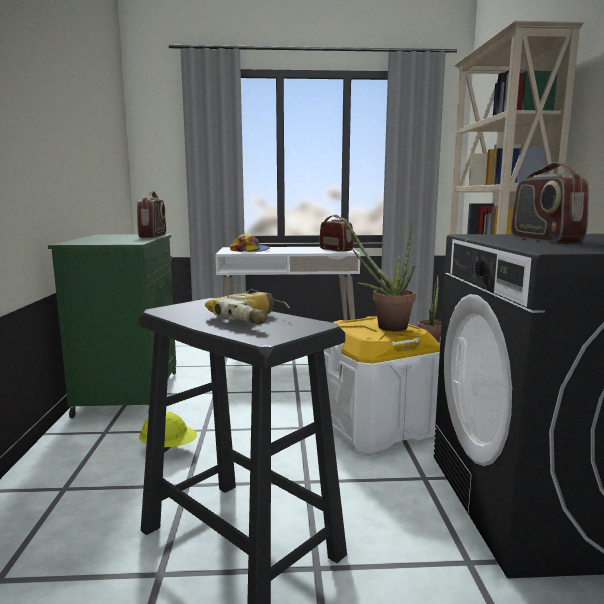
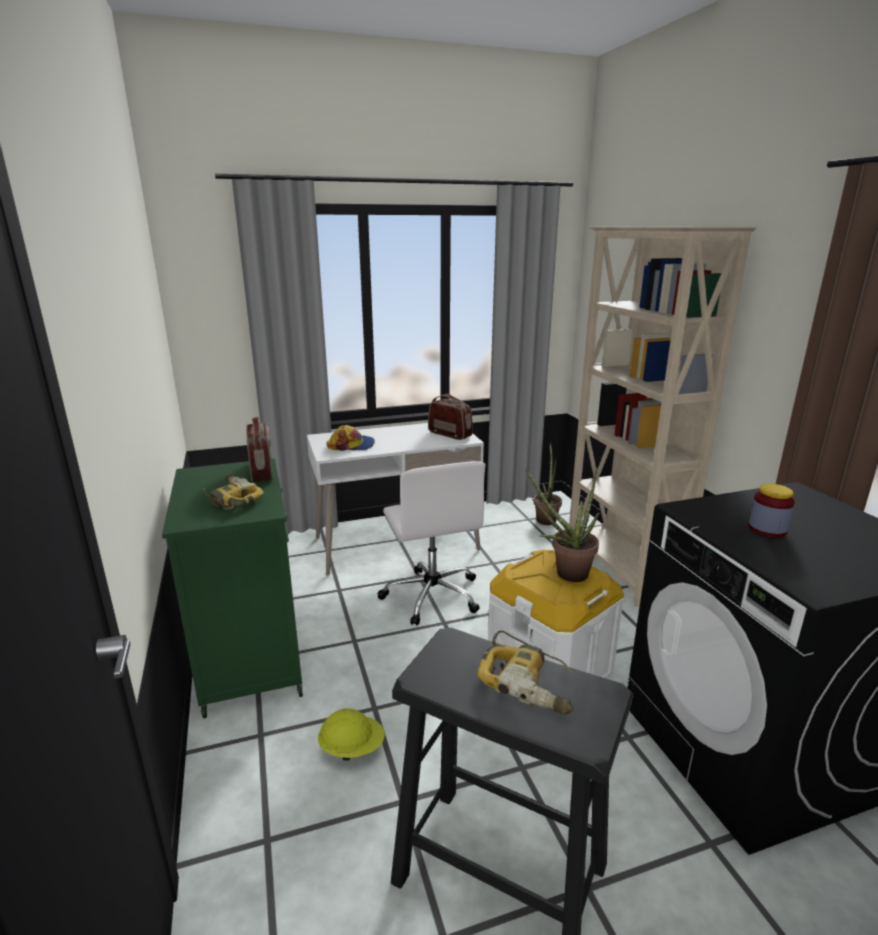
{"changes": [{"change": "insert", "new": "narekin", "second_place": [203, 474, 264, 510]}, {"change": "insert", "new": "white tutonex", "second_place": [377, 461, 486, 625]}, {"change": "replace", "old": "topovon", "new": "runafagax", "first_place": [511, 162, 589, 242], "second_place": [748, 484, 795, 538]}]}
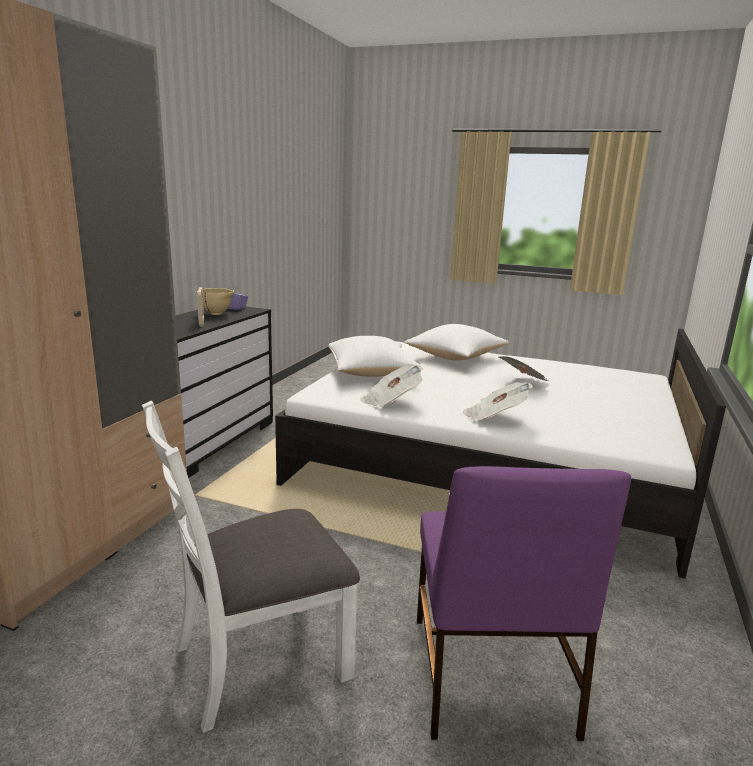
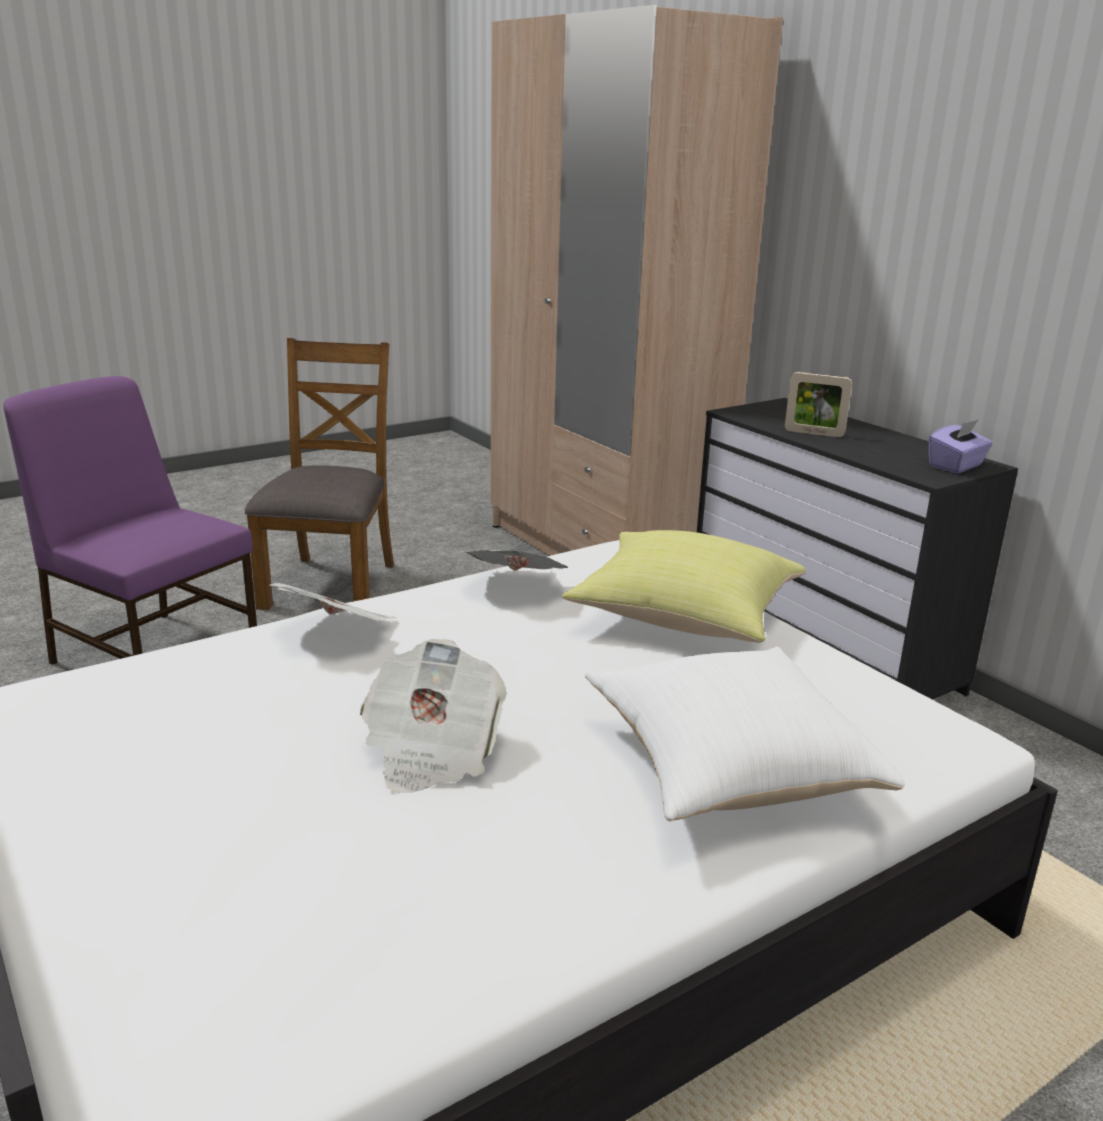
{"changes": [{"change": "delete", "old": "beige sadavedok", "first_place": [203, 288, 234, 315]}, {"change": "recolor", "old": "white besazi", "new": "brown besazi", "first_place": [142, 401, 360, 733], "second_place": [245, 338, 394, 610]}, {"change": "recolor", "old": "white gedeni", "new": "yellow gedeni", "first_place": [329, 336, 421, 377], "second_place": [562, 530, 806, 643]}]}
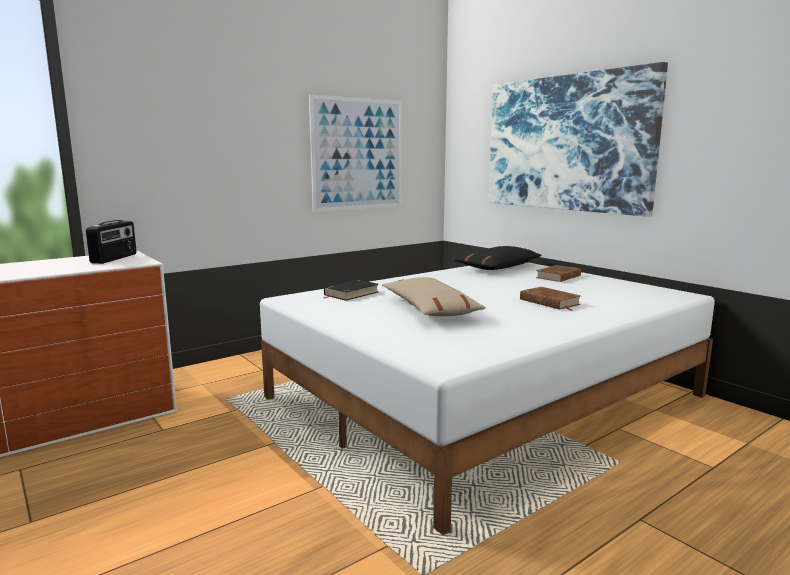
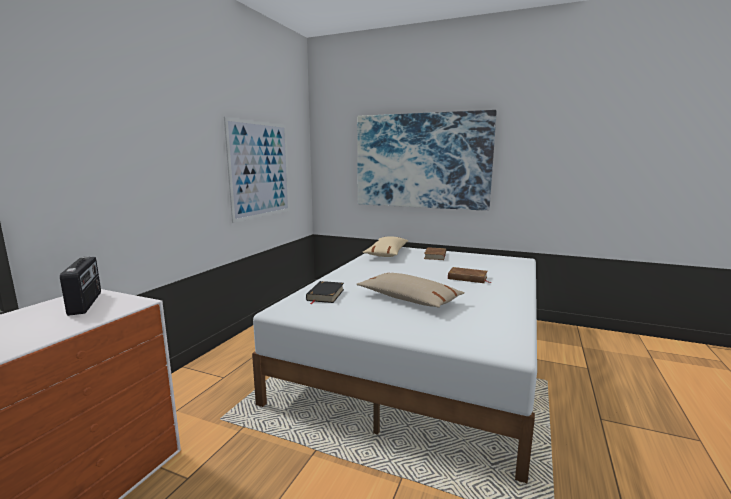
{"changes": [{"change": "recolor", "old": "black gedeni", "new": "beige gedeni", "first_place": [455, 246, 542, 270], "second_place": [362, 236, 408, 257]}]}
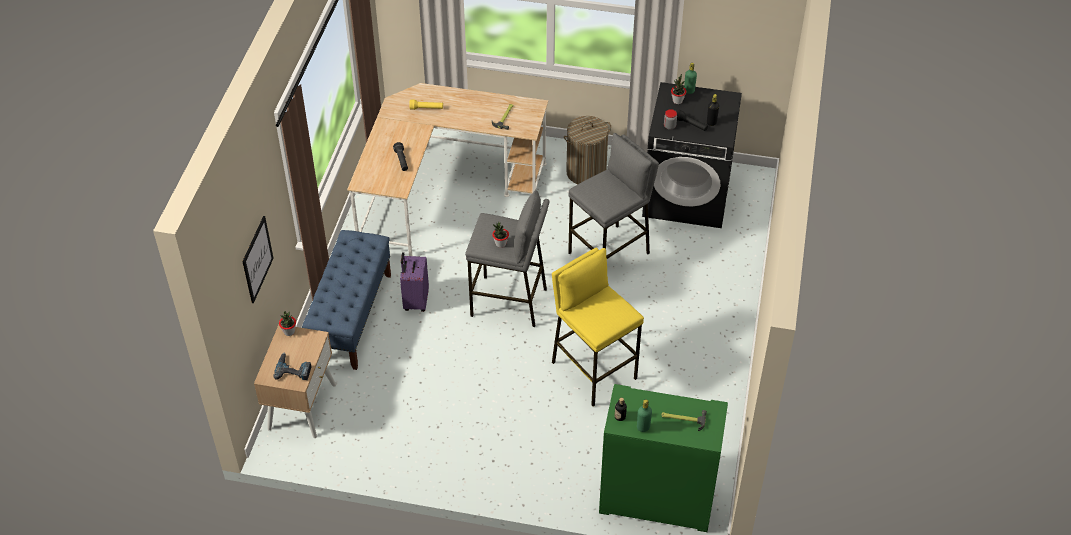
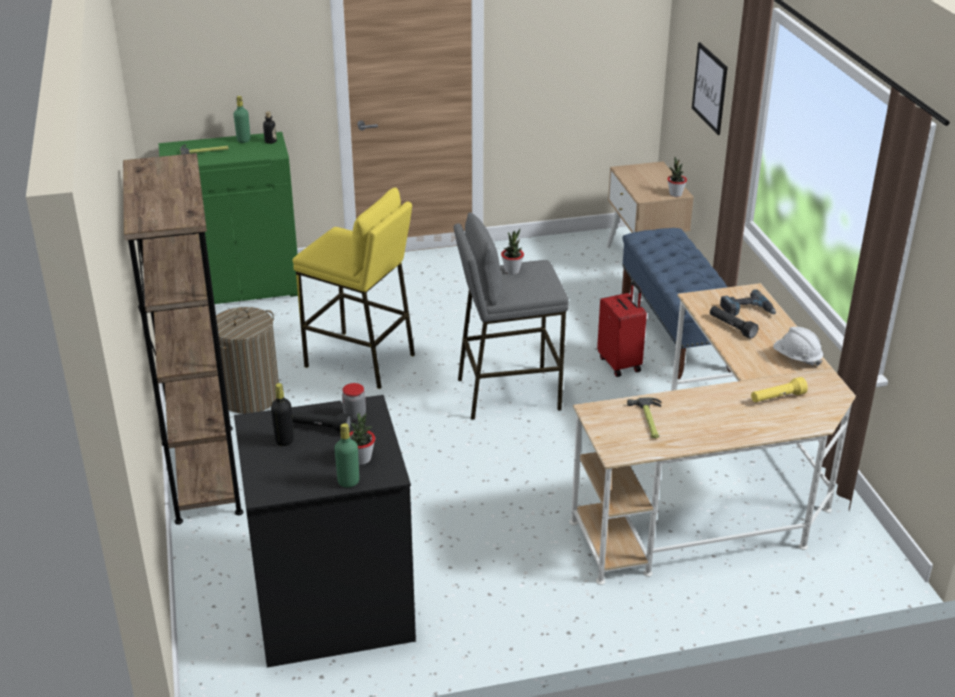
{"changes": [{"change": "delete", "old": "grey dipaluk", "first_place": [568, 133, 659, 259]}, {"change": "insert", "new": "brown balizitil", "second_place": [123, 153, 243, 525]}, {"change": "insert", "new": "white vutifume", "second_place": [773, 327, 823, 366]}, {"change": "move", "old": "narekin", "first_place": [273, 352, 312, 380], "second_place": [720, 289, 776, 316]}, {"change": "move", "old": "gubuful", "first_place": [564, 116, 611, 184], "second_place": [216, 307, 279, 414]}, {"change": "recolor", "old": "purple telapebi", "new": "red telapebi", "first_place": [400, 252, 429, 312], "second_place": [597, 282, 647, 377]}]}
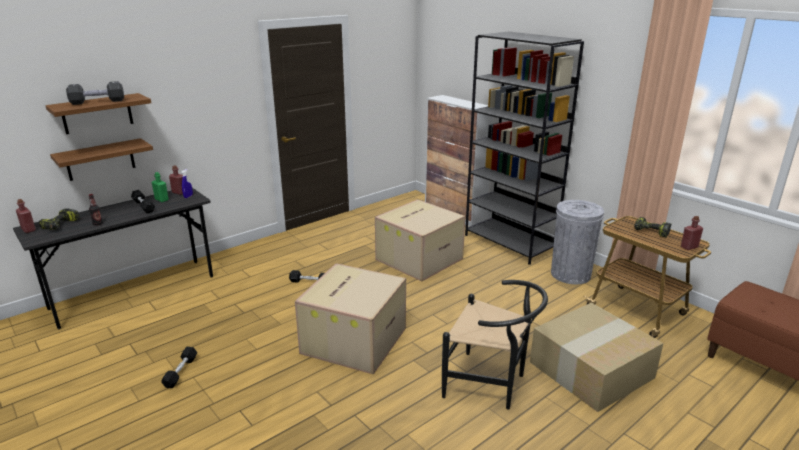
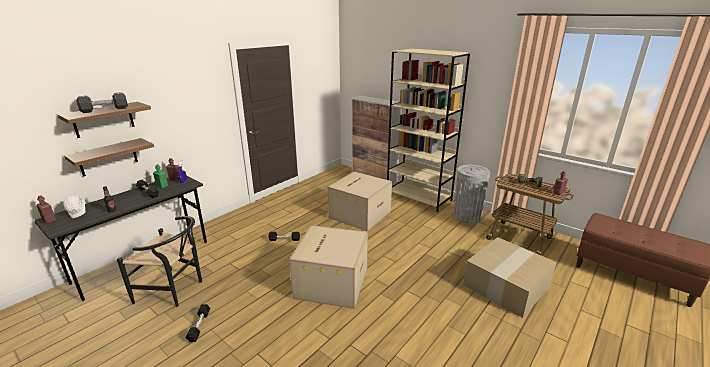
{"changes": [{"change": "move", "old": "black besazi", "first_place": [442, 280, 548, 410], "second_place": [117, 216, 202, 307]}, {"change": "replace", "old": "narekin", "new": "white vutifume", "first_place": [39, 209, 80, 230], "second_place": [63, 196, 85, 218]}, {"change": "recolor", "old": "black balizitil", "new": "beige balizitil", "first_place": [465, 32, 584, 265], "second_place": [387, 49, 470, 212]}]}
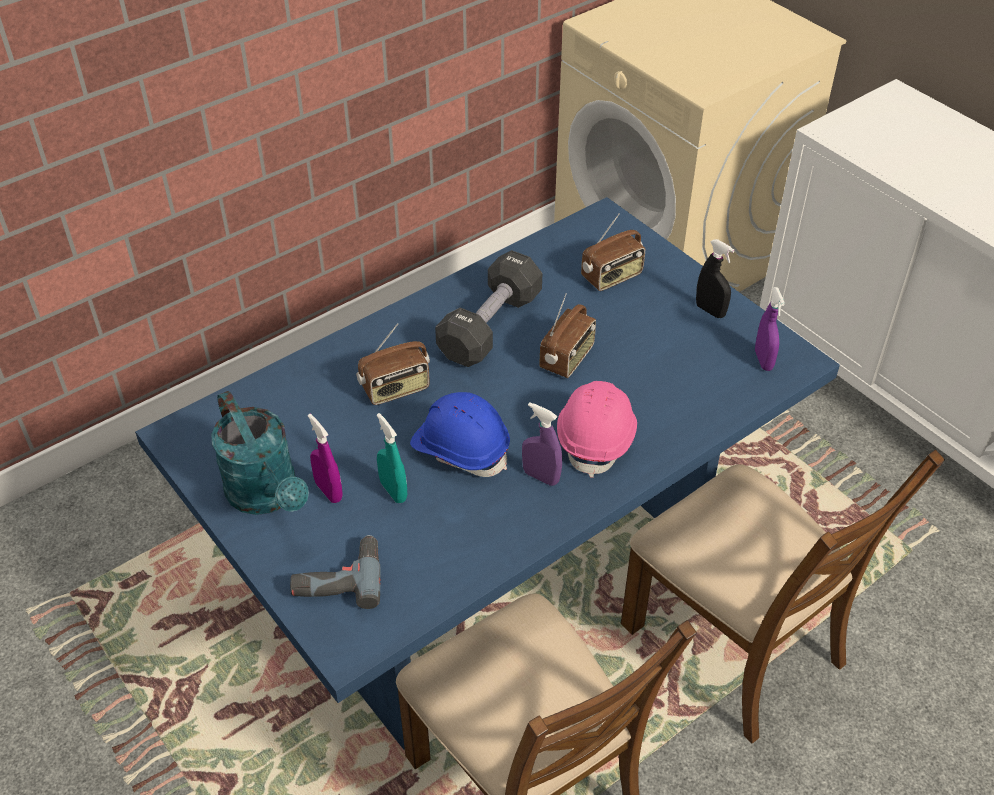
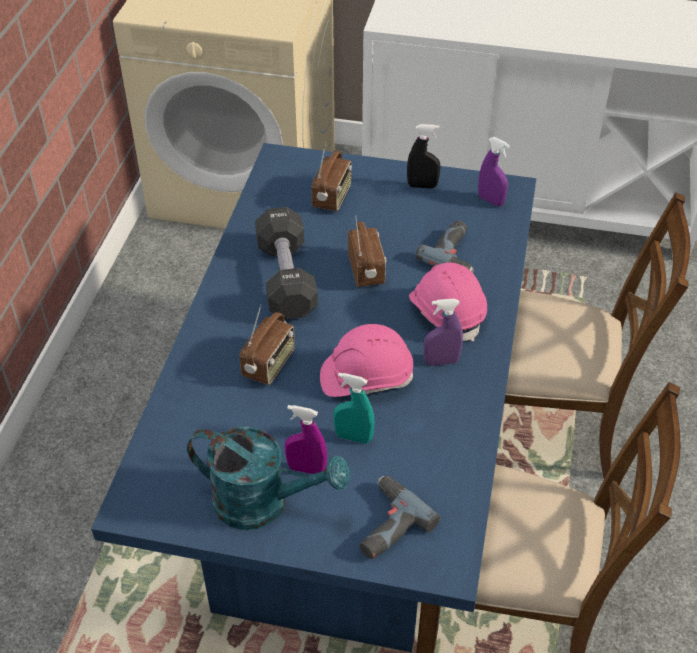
{"changes": [{"change": "insert", "new": "narekin", "second_place": [415, 220, 474, 274]}, {"change": "recolor", "old": "blue vutifume", "new": "pink vutifume", "first_place": [410, 392, 510, 477], "second_place": [320, 324, 413, 397]}]}
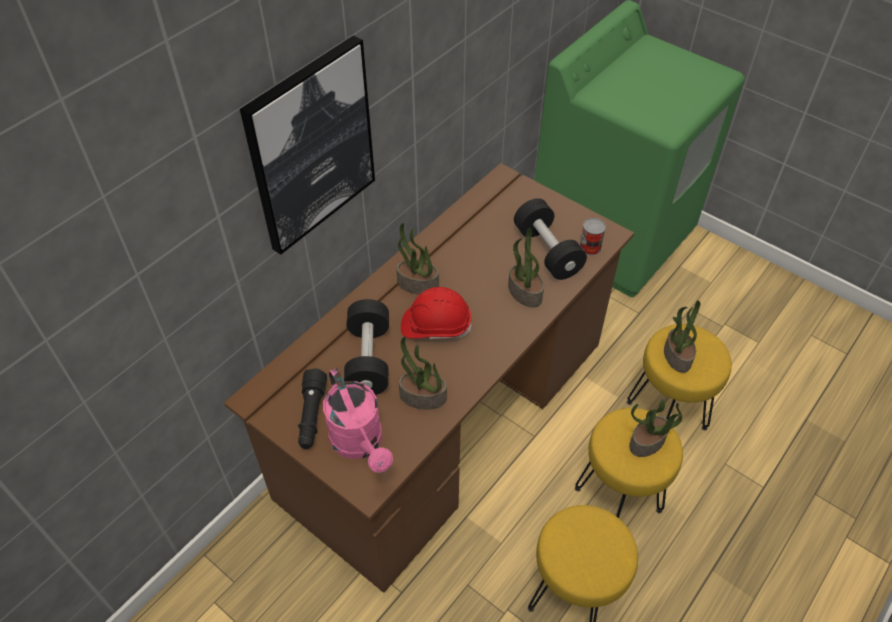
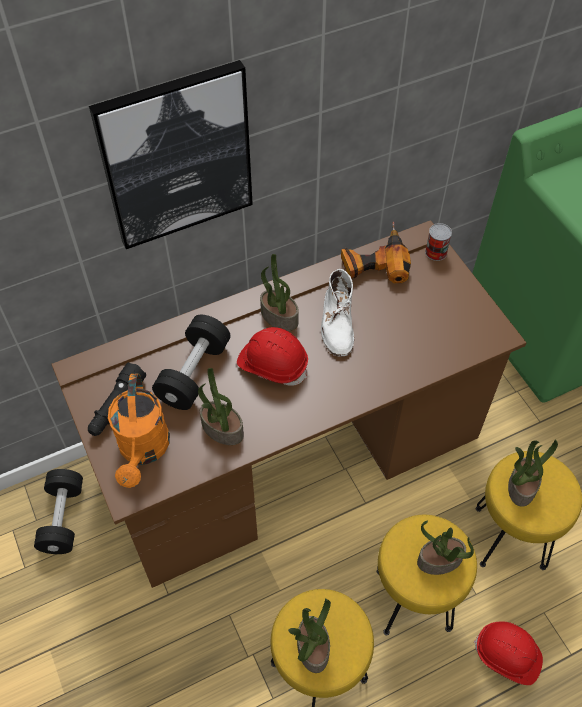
{"changes": [{"change": "insert", "new": "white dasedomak", "second_place": [321, 269, 354, 357]}, {"change": "insert", "new": "narekin", "second_place": [341, 222, 411, 283]}, {"change": "insert", "new": "red vutifume", "second_place": [474, 622, 543, 685]}, {"change": "move", "old": "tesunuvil", "first_place": [508, 228, 544, 307], "second_place": [288, 599, 331, 673]}, {"change": "move", "old": "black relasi", "first_place": [514, 198, 587, 280], "second_place": [34, 469, 83, 554]}, {"change": "move", "old": "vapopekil", "first_place": [580, 218, 606, 255], "second_place": [425, 223, 452, 261]}, {"change": "recolor", "old": "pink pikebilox", "new": "orange pikebilox", "first_place": [323, 368, 393, 473], "second_place": [108, 374, 170, 488]}]}
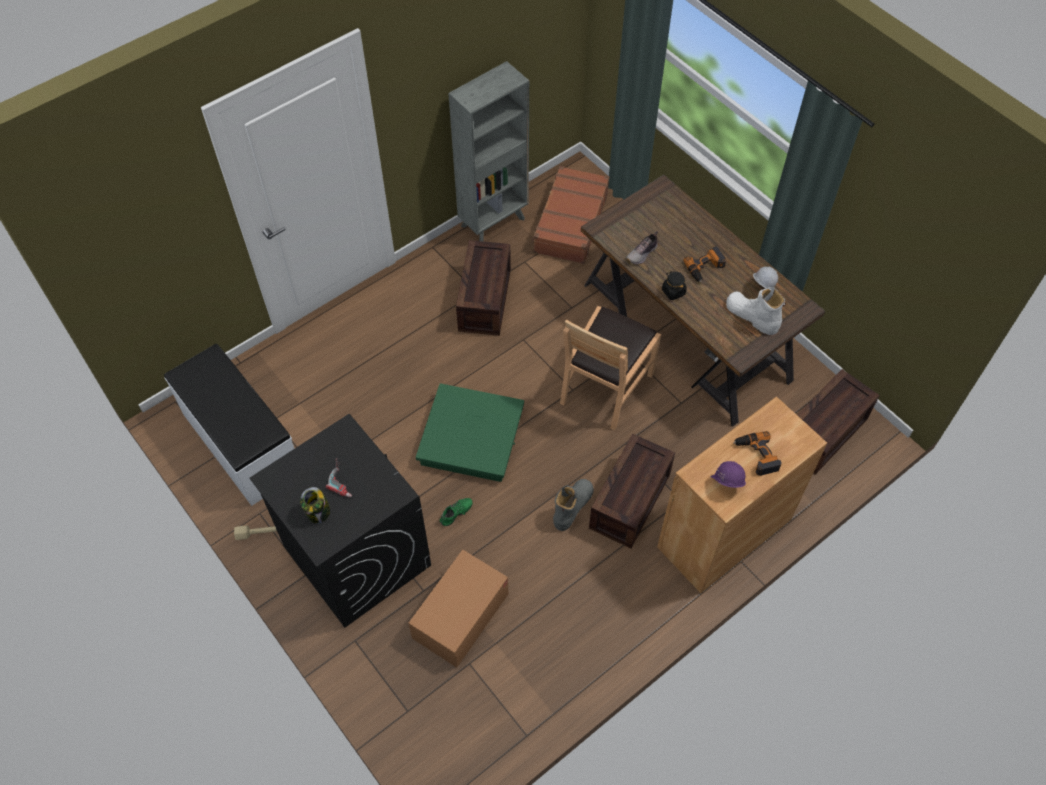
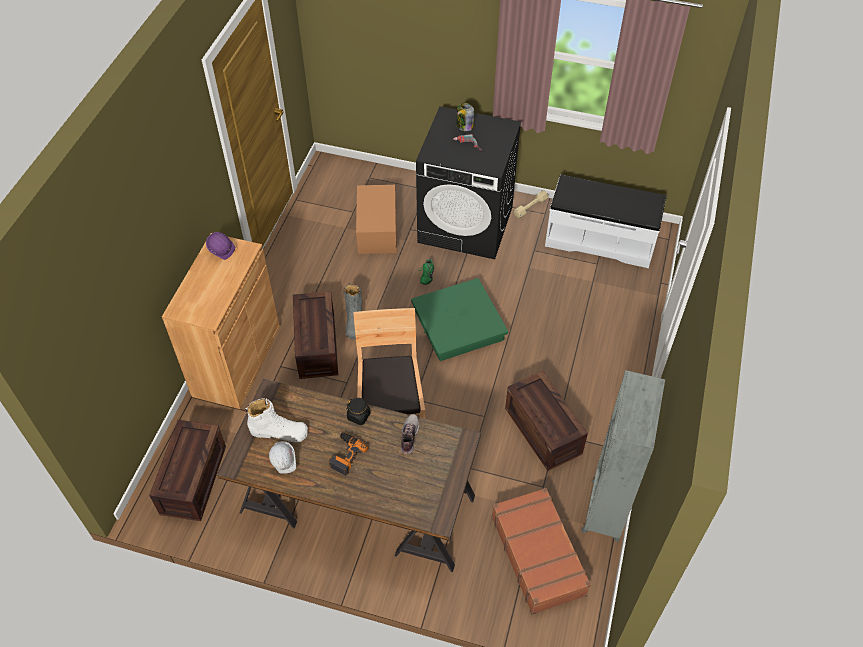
{"changes": [{"change": "delete", "old": "narekin", "first_place": [733, 431, 782, 476]}]}
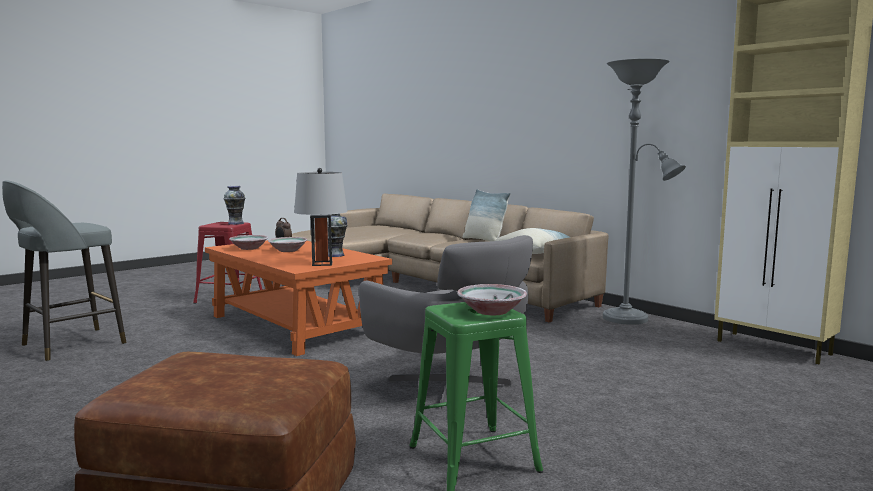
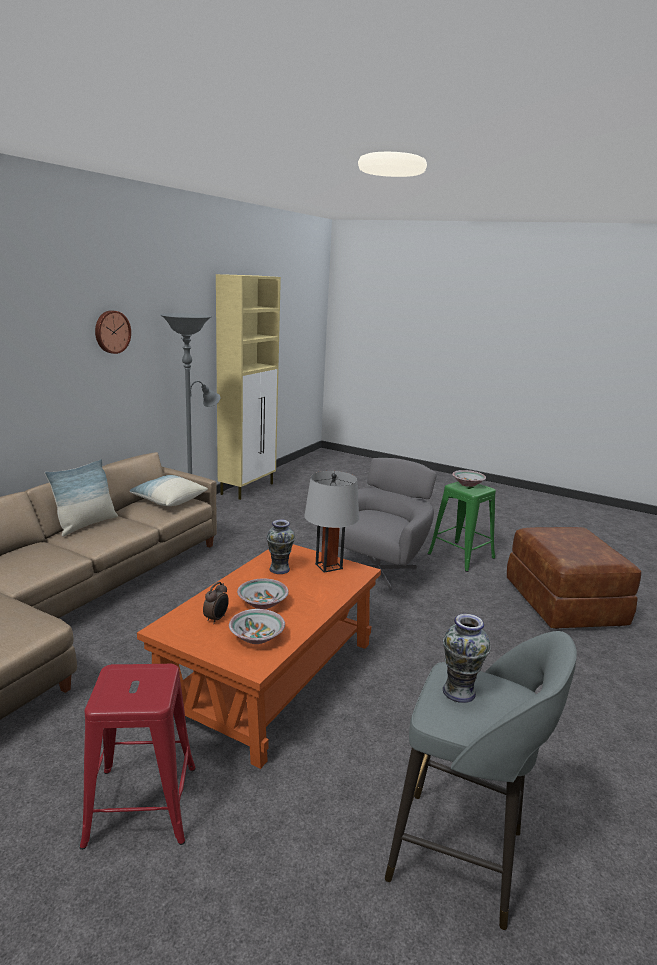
{"changes": [{"change": "insert", "new": "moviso", "second_place": [95, 310, 131, 354]}, {"change": "move", "old": "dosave", "first_place": [224, 186, 245, 225], "second_place": [443, 614, 491, 703]}]}
